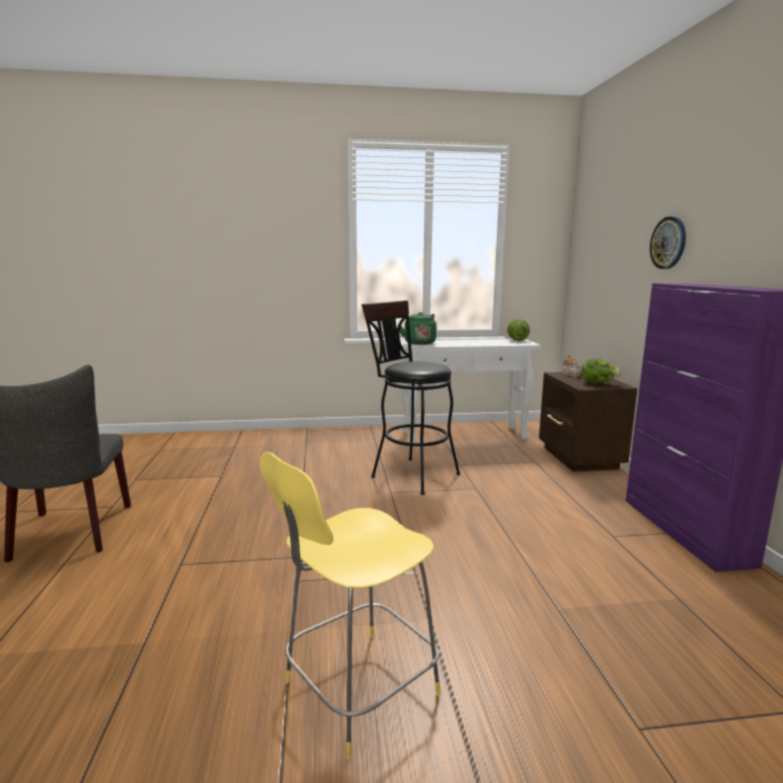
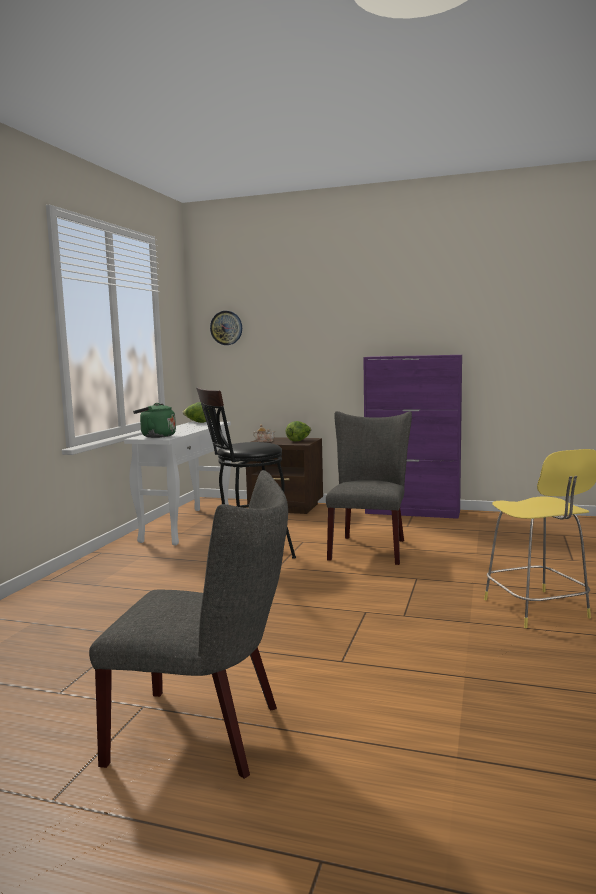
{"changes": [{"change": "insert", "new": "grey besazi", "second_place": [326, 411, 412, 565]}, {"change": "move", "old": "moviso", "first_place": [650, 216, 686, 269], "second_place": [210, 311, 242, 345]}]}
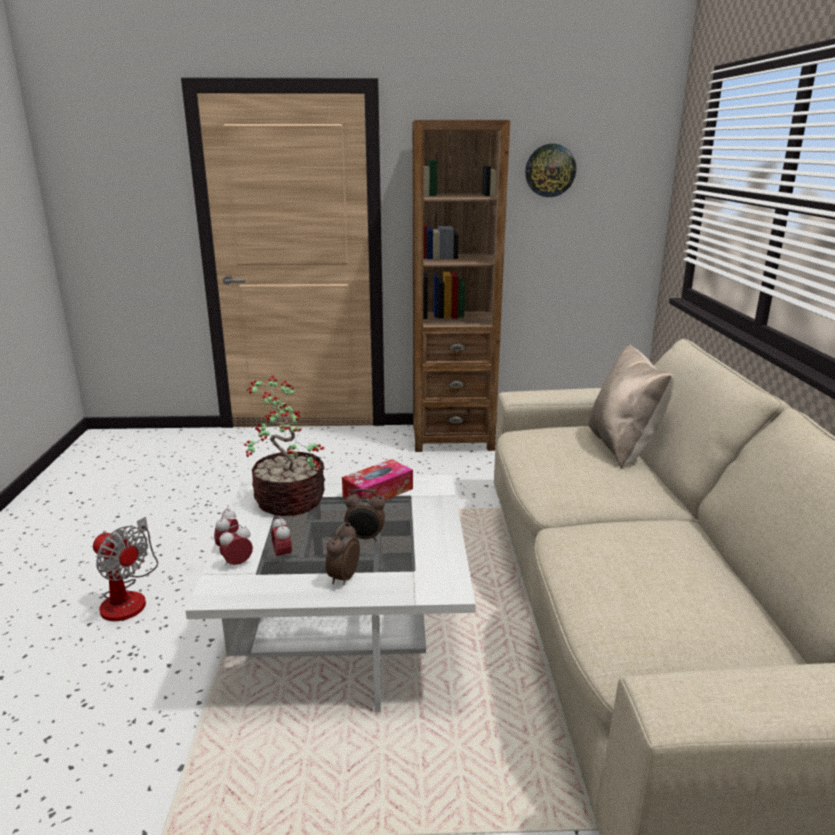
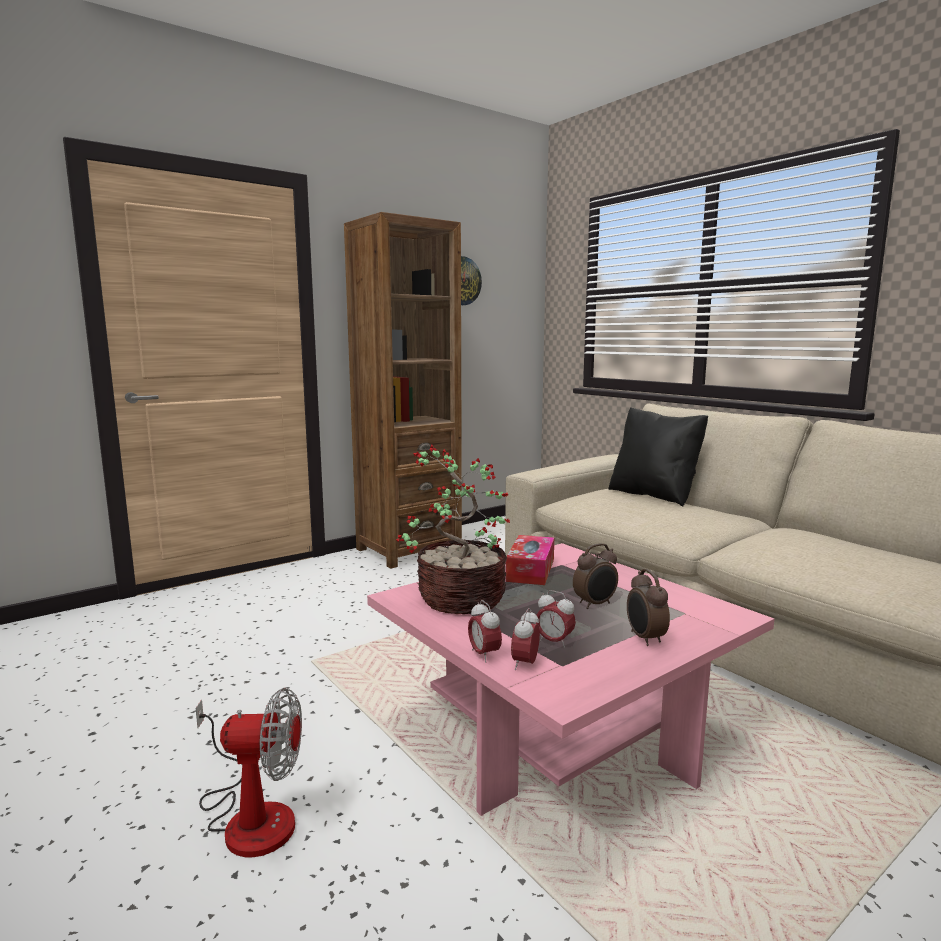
{"changes": [{"change": "recolor", "old": "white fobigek", "new": "pink fobigek", "first_place": [185, 475, 476, 712], "second_place": [367, 543, 774, 816]}, {"change": "recolor", "old": "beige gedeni", "new": "black gedeni", "first_place": [588, 344, 674, 468], "second_place": [609, 407, 708, 506]}]}
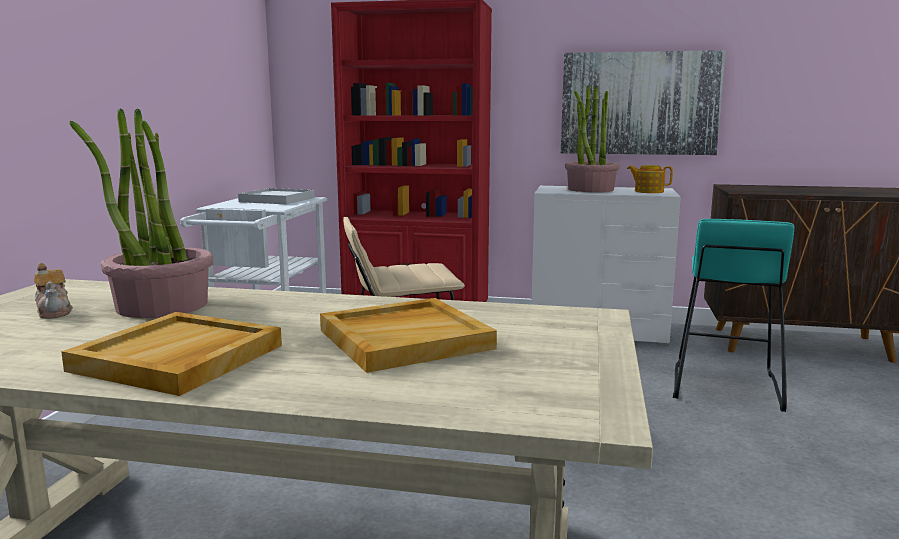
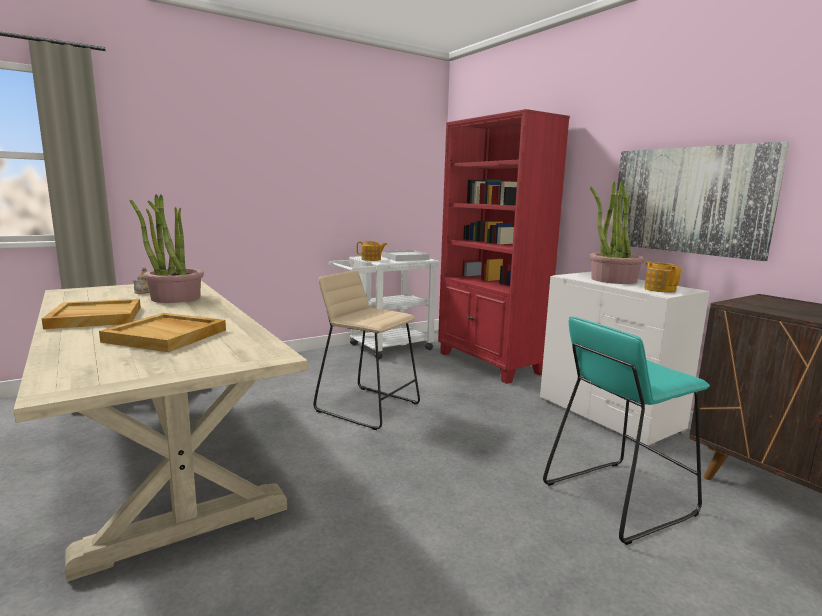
{"changes": [{"change": "insert", "new": "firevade", "second_place": [357, 241, 387, 261]}]}
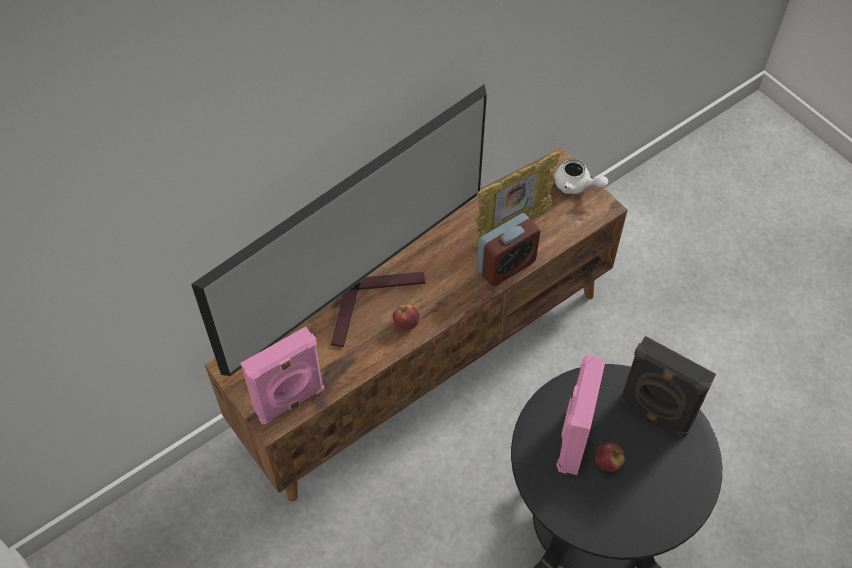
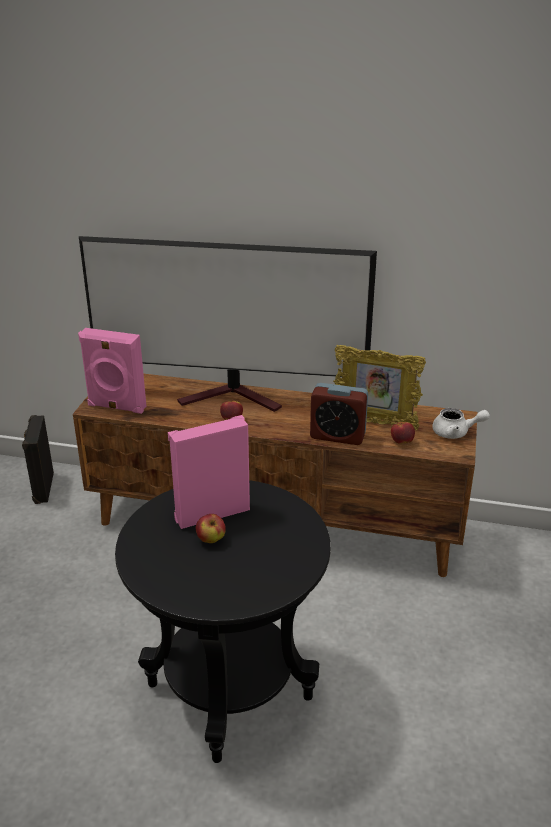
{"changes": [{"change": "insert", "new": "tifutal", "second_place": [391, 420, 415, 444]}, {"change": "move", "old": "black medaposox", "first_place": [619, 336, 716, 437], "second_place": [22, 415, 54, 504]}, {"change": "rotate", "old": "white firevade", "first_place": [554, 159, 608, 194], "second_place": [432, 408, 490, 439], "degrees": -75}]}
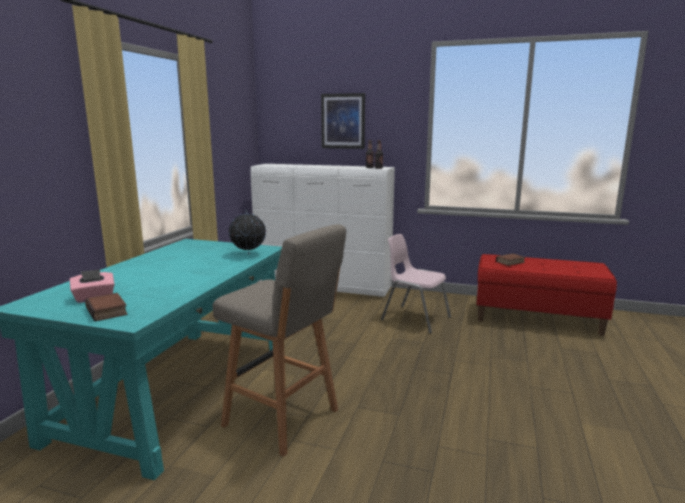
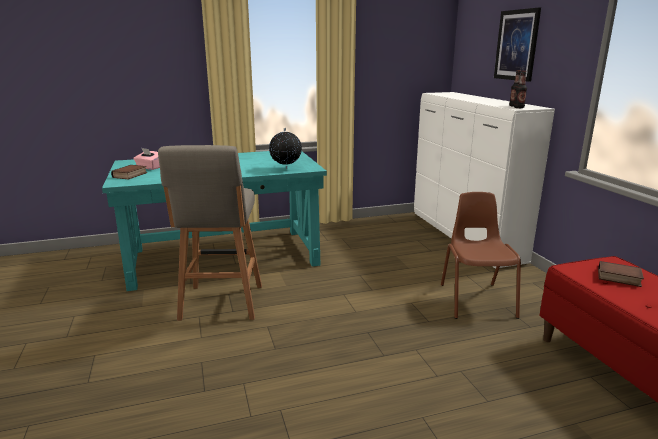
{"changes": [{"change": "recolor", "old": "pink besazi", "new": "brown besazi", "first_place": [381, 234, 451, 334], "second_place": [441, 192, 521, 319]}]}
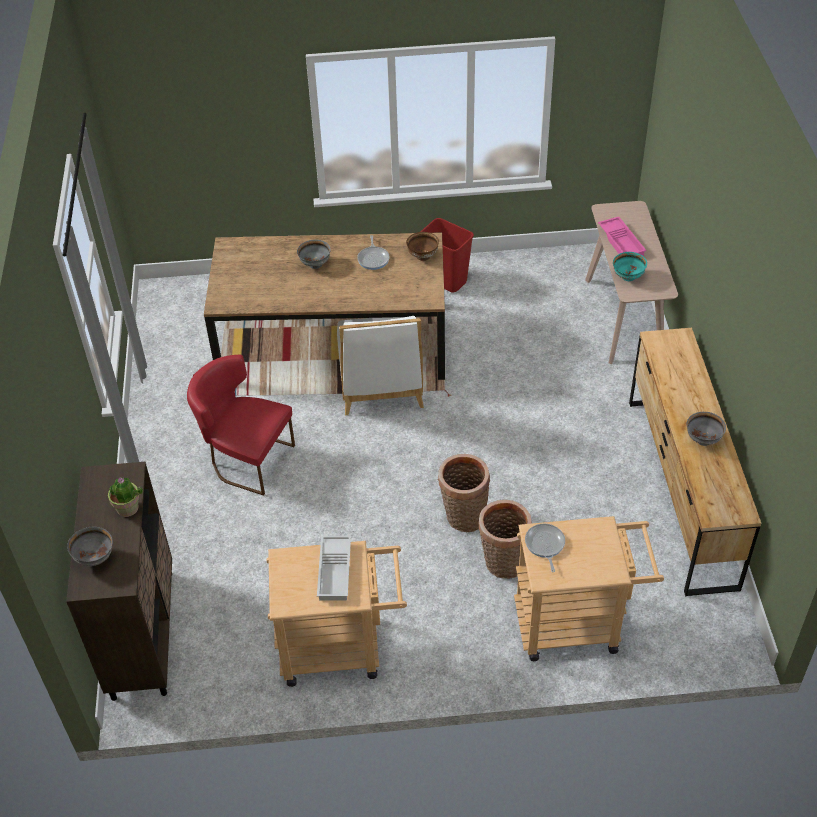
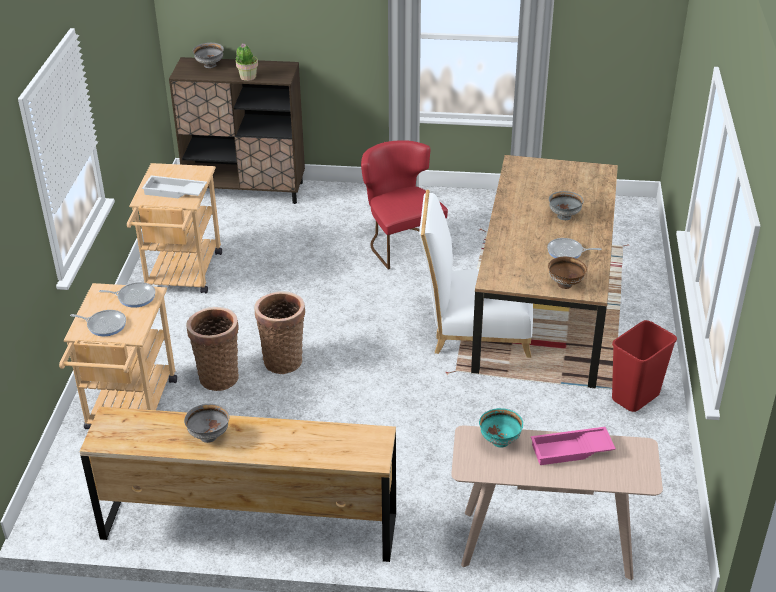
{"changes": [{"change": "insert", "new": "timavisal", "second_place": [70, 310, 126, 336]}, {"change": "rotate", "old": "red besazi", "first_place": [187, 355, 295, 495], "second_place": [361, 140, 448, 270], "degrees": -60}]}
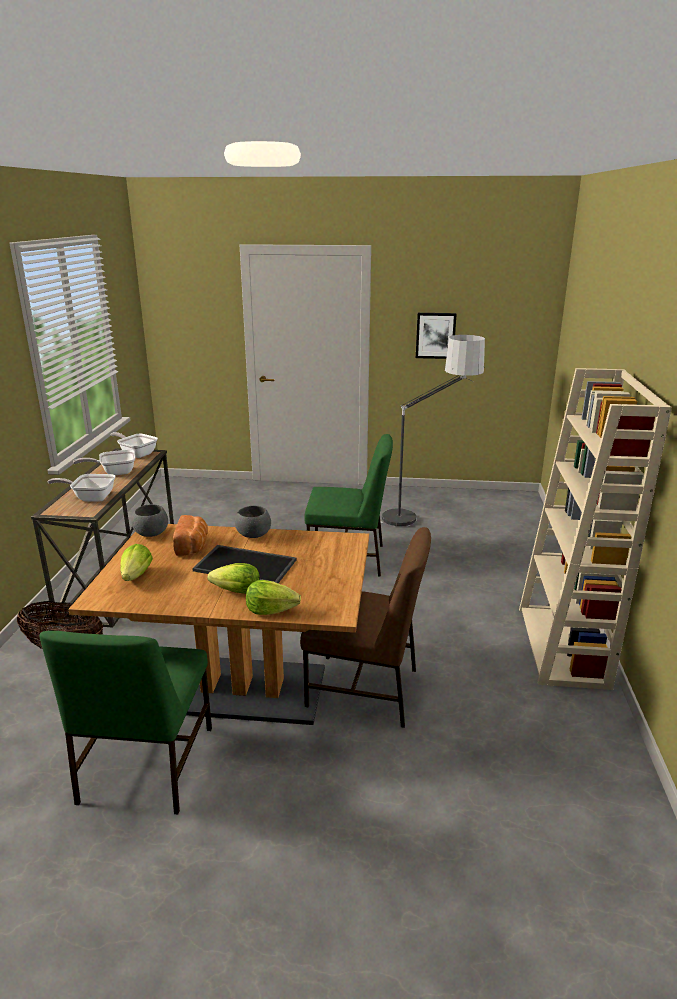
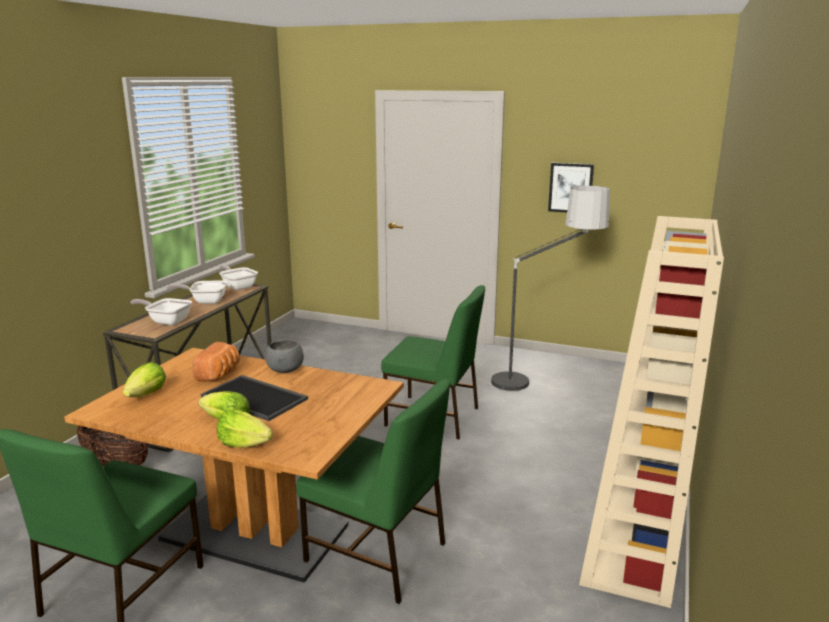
{"changes": [{"change": "delete", "old": "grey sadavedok", "first_place": [131, 504, 168, 537]}, {"change": "recolor", "old": "brown besazi", "new": "green besazi", "first_place": [300, 527, 431, 728], "second_place": [296, 379, 450, 604]}]}
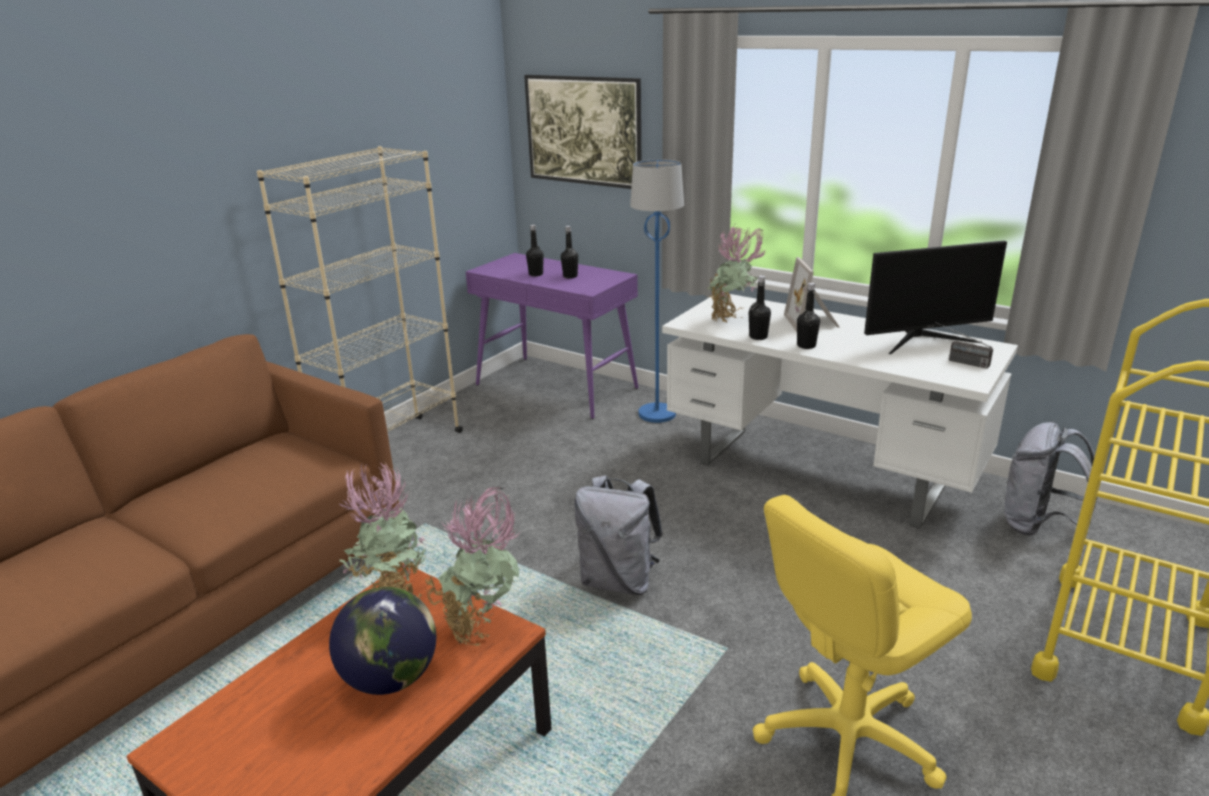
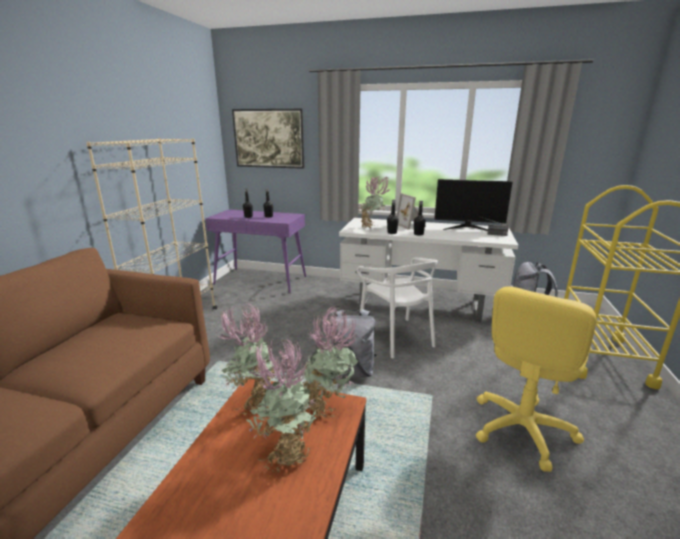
{"changes": [{"change": "delete", "old": "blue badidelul", "first_place": [630, 159, 684, 423]}, {"change": "insert", "new": "white besazi", "second_place": [357, 257, 438, 358]}, {"change": "replace", "old": "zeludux", "new": "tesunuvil", "first_place": [329, 587, 436, 695], "second_place": [247, 338, 318, 472]}, {"change": "rotate", "old": "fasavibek", "first_place": [864, 241, 1007, 354], "second_place": [434, 179, 513, 231], "degrees": 45}]}
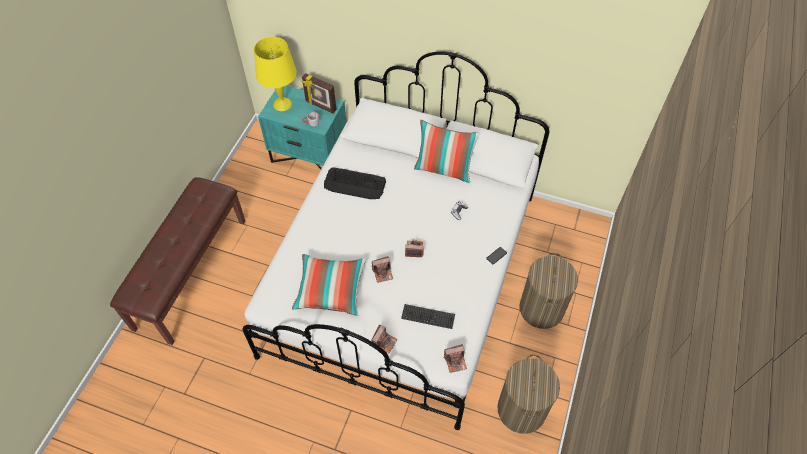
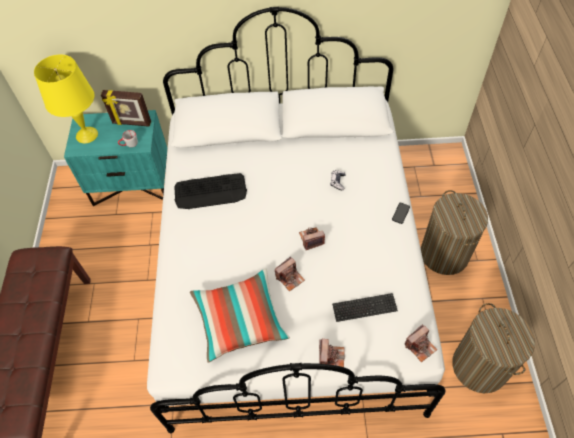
{"changes": [{"change": "delete", "old": "gedeni", "first_place": [414, 120, 480, 183]}]}
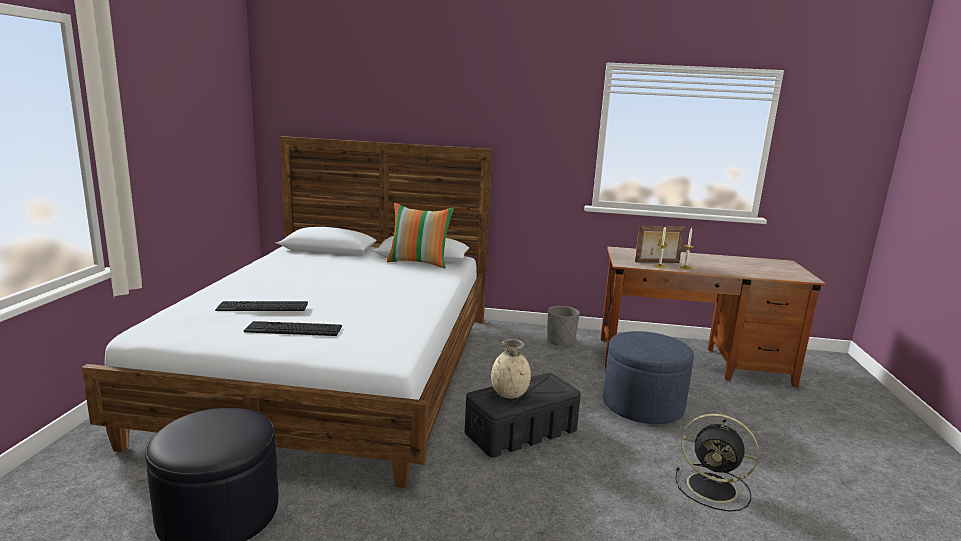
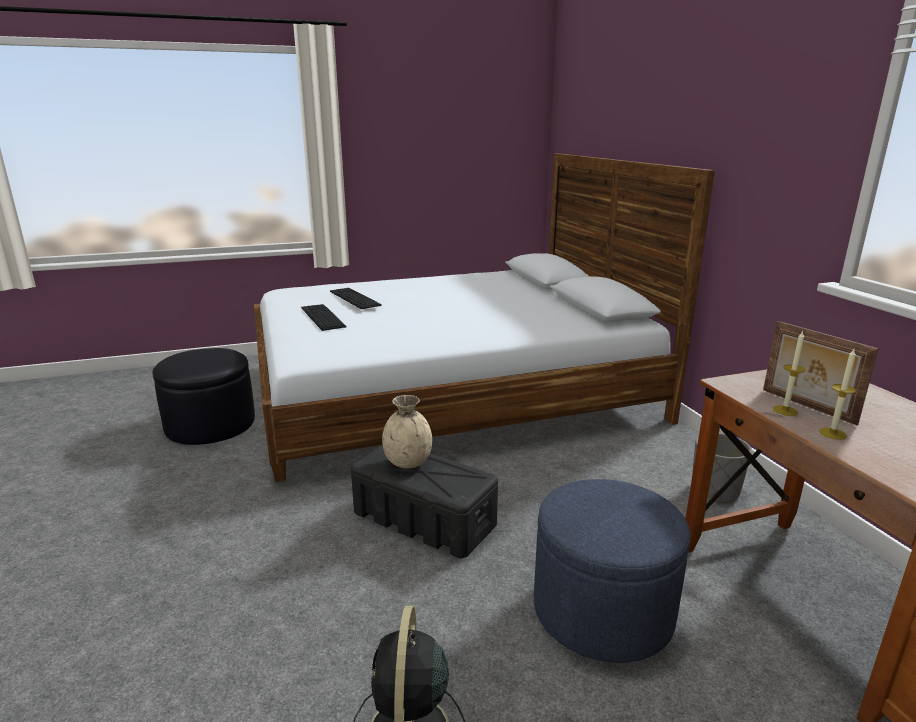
{"changes": [{"change": "delete", "old": "gedeni", "first_place": [387, 203, 454, 269]}]}
